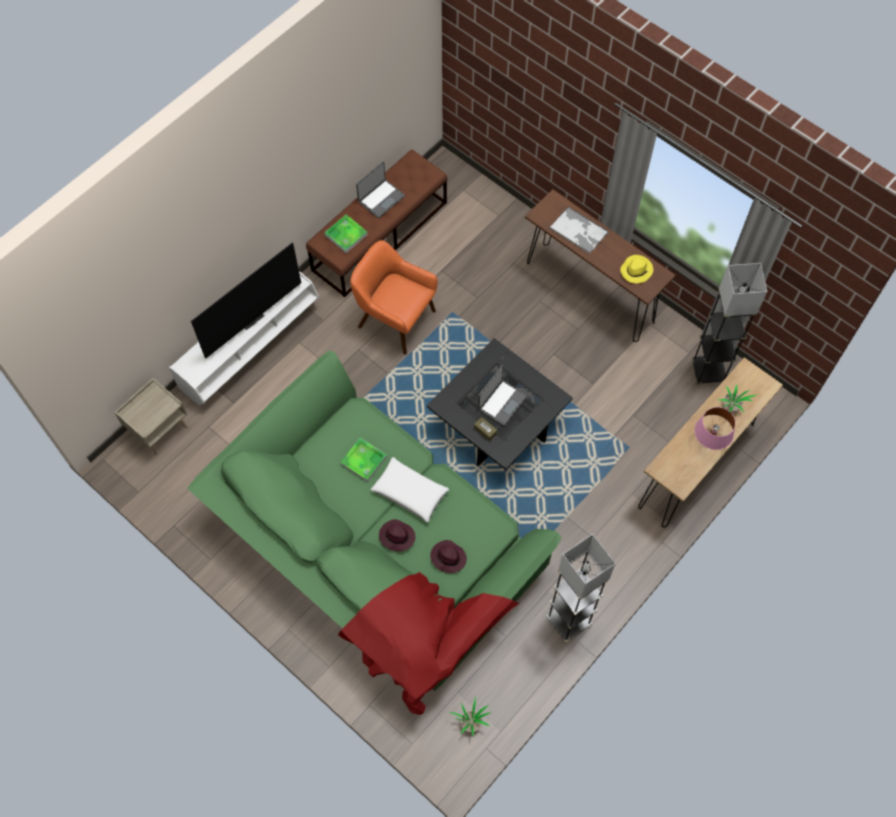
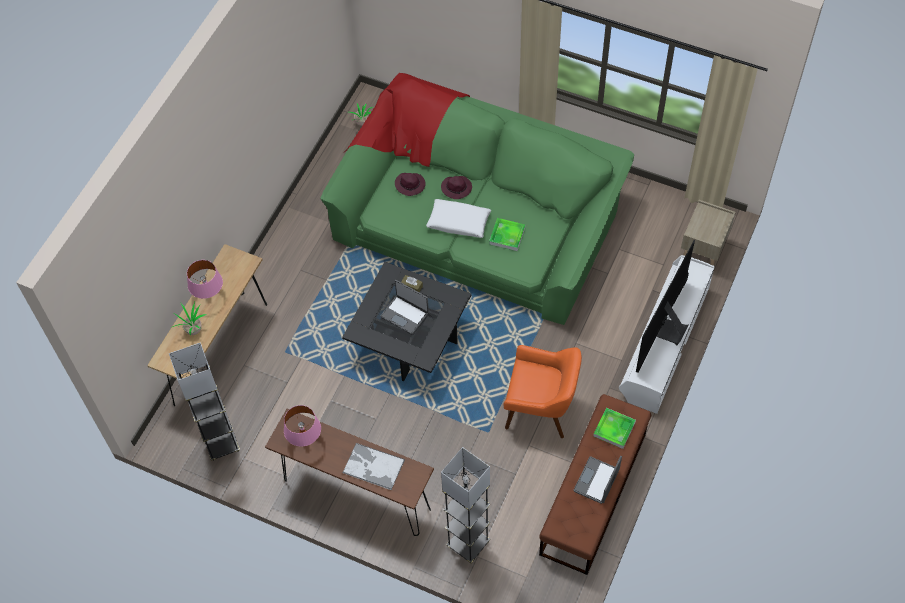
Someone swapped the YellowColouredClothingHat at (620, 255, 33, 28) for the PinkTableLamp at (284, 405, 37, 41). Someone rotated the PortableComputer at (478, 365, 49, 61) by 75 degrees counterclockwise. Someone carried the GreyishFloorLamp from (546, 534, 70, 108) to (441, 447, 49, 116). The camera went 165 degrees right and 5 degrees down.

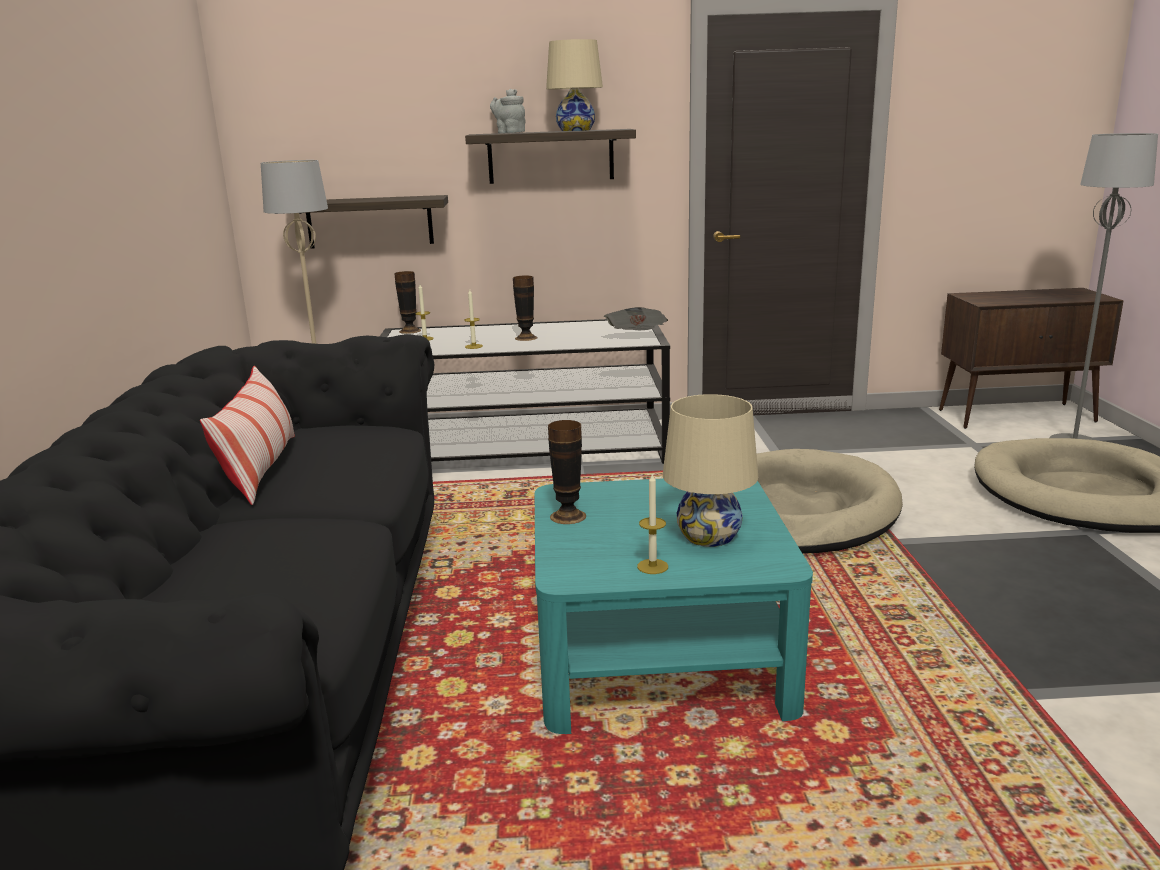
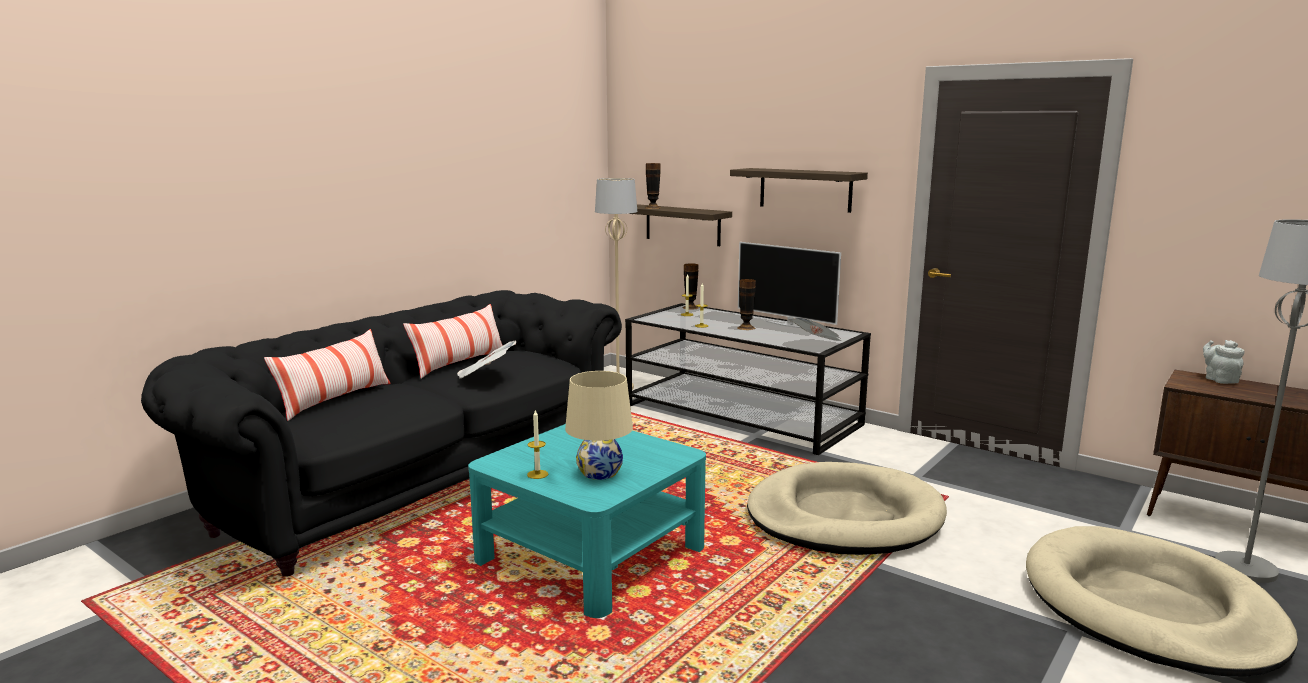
Someone took away the SandColouredTableLamp at (546, 39, 57, 92). Someone carried the GreyishTeapot from (490, 89, 36, 44) to (1203, 340, 41, 44). Someone carried the FlowerVase from (548, 420, 38, 104) to (646, 163, 15, 46). Someone put down the Television at (738, 242, 103, 86). Someone put down the ThrowPillow at (264, 329, 127, 92). Someone put down the DailyPaper at (457, 341, 59, 38). The camera went 40 degrees right and 5 degrees down.

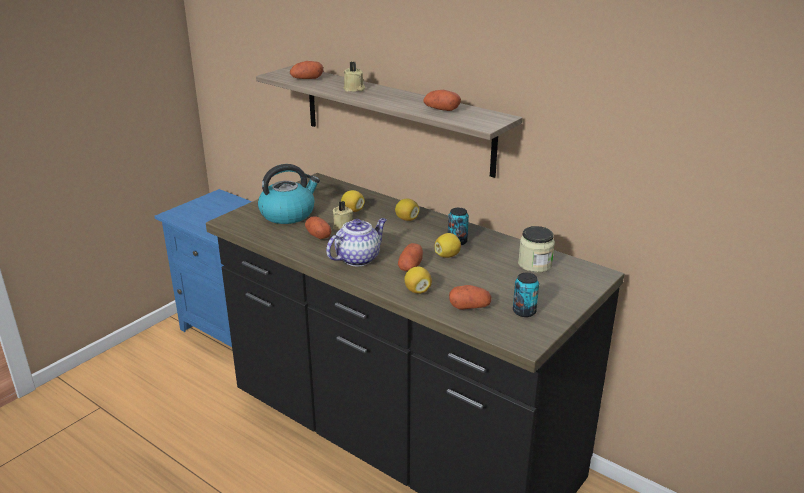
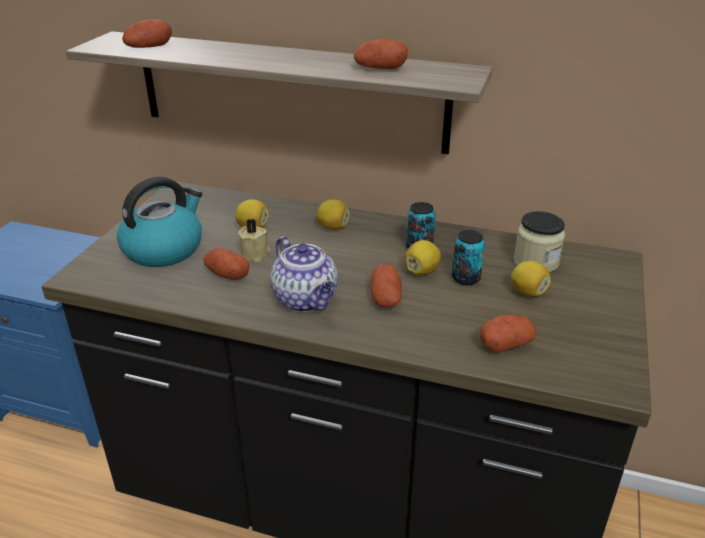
Someone took away the SandColouredWaxLight at (344, 62, 21, 29). Someone rotated the Teapot at (326, 218, 60, 48) by 120 degrees clockwise. Someone carried the Lemon from (404, 267, 28, 27) to (511, 261, 40, 36). Someone carried the Can from (513, 273, 26, 44) to (452, 230, 33, 55). The camera went 20 degrees left and 5 degrees up.

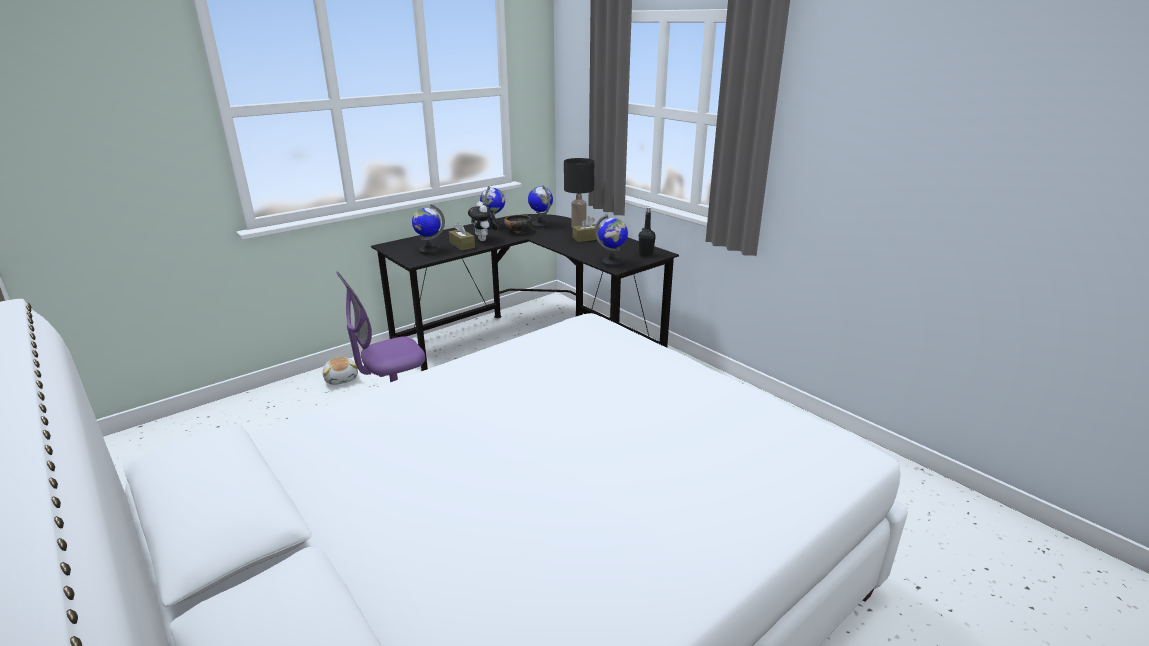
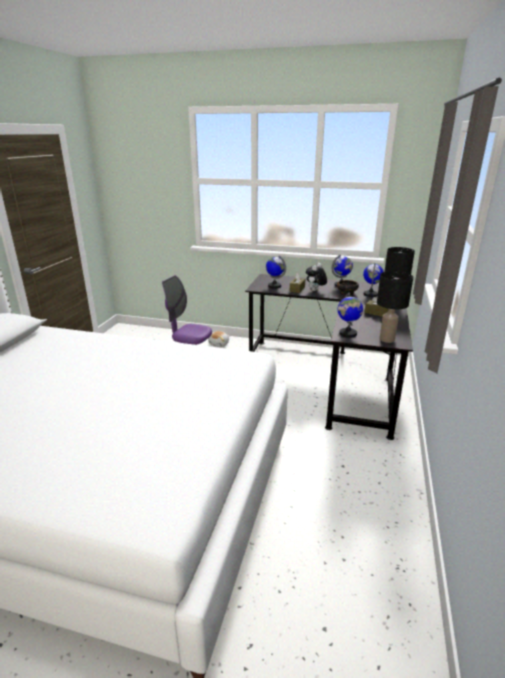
Someone swapped the BlackBottle at (639, 207, 17, 50) for the BlackTableLamp at (377, 271, 36, 72). The camera went 55 degrees right and 0 degrees up.

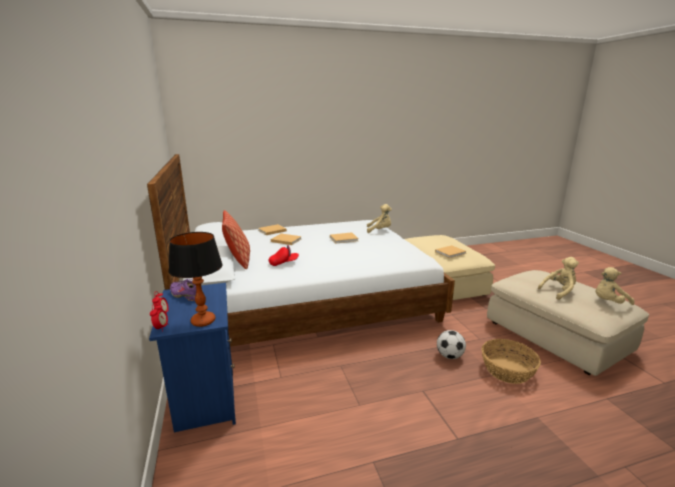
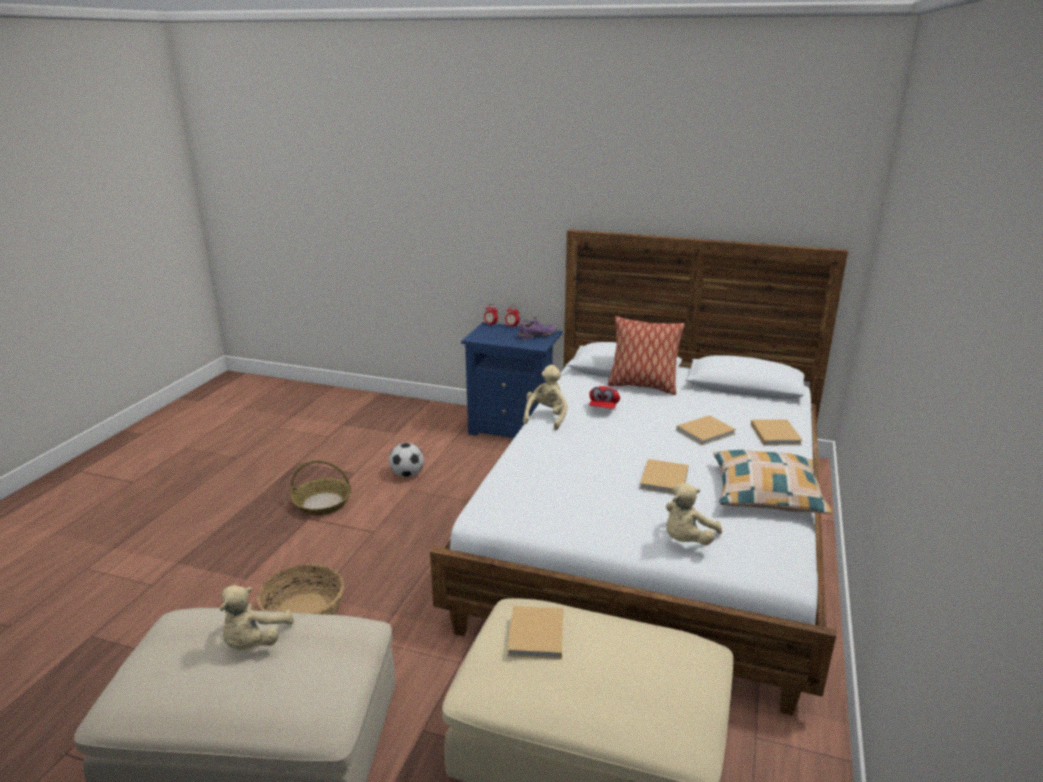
Someone took away the TableLamp at (168, 232, 55, 95). Someone carried the SandColouredPlushToy from (596, 267, 38, 38) to (523, 365, 45, 65). Someone carried the FootballBall from (437, 330, 29, 29) to (389, 443, 35, 34). Someone put down the ThrowPillow at (713, 450, 119, 64). Someone put down the Basket at (291, 460, 60, 55). The camera went 125 degrees right and 5 degrees up.

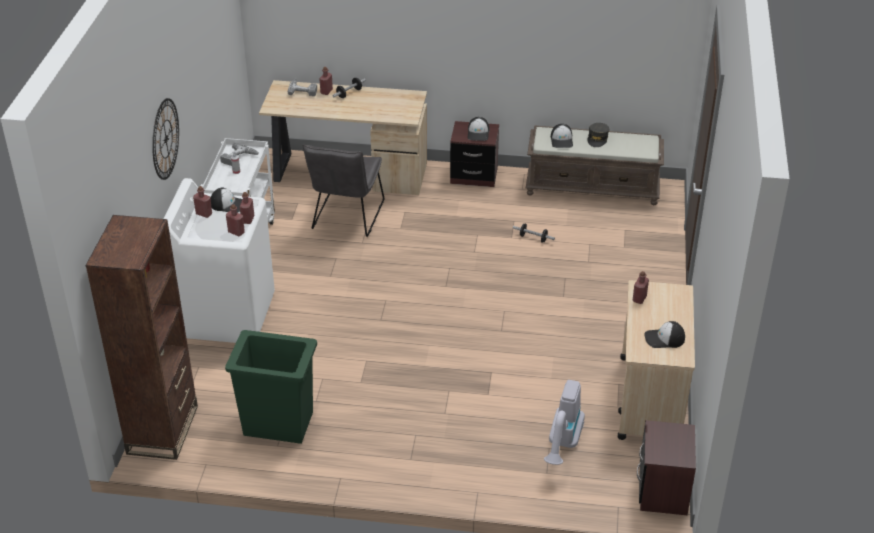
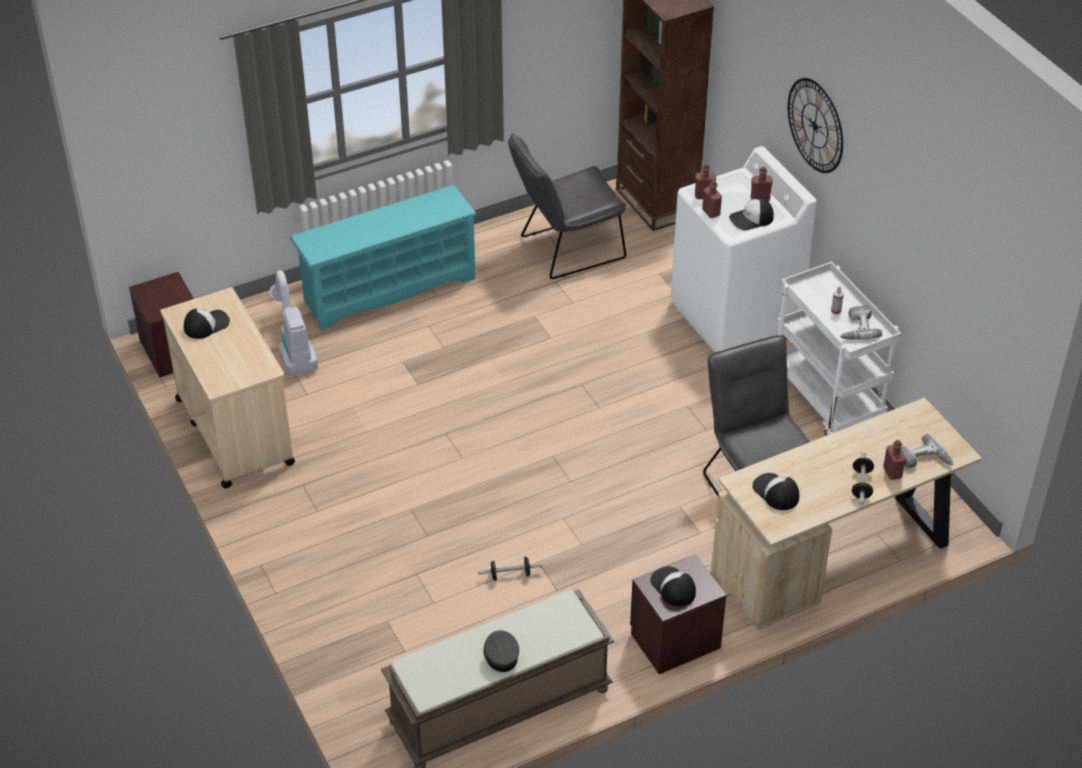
Someone carried the BaseballCap from (551, 124, 22, 24) to (752, 473, 47, 37). Someone took away the RedBottle at (632, 271, 17, 33). Someone swapped the GreenColouredRubbishBin at (225, 330, 92, 114) for the GreyishUprightChair at (508, 133, 118, 146). Someone put down the BlueGreenShoeRack at (290, 185, 187, 146). The camera went 145 degrees right and 5 degrees up.

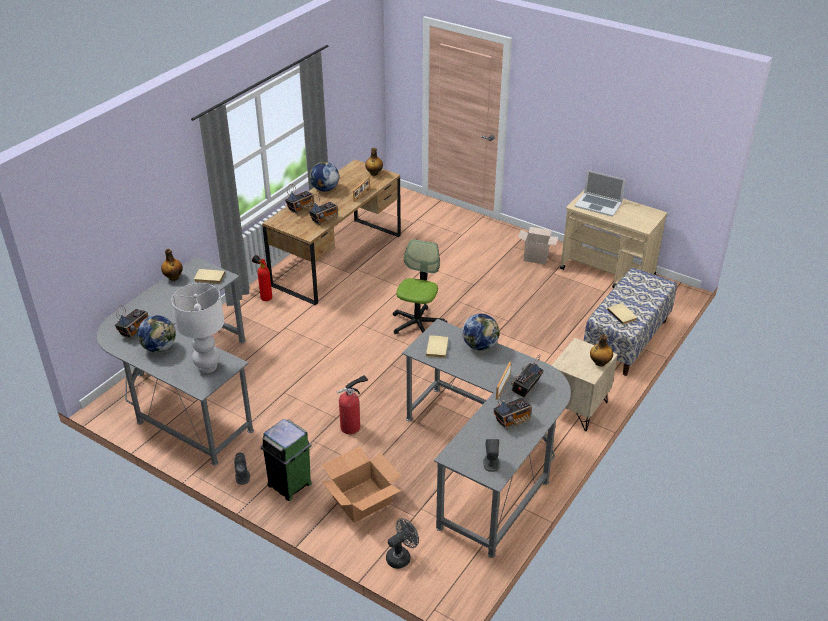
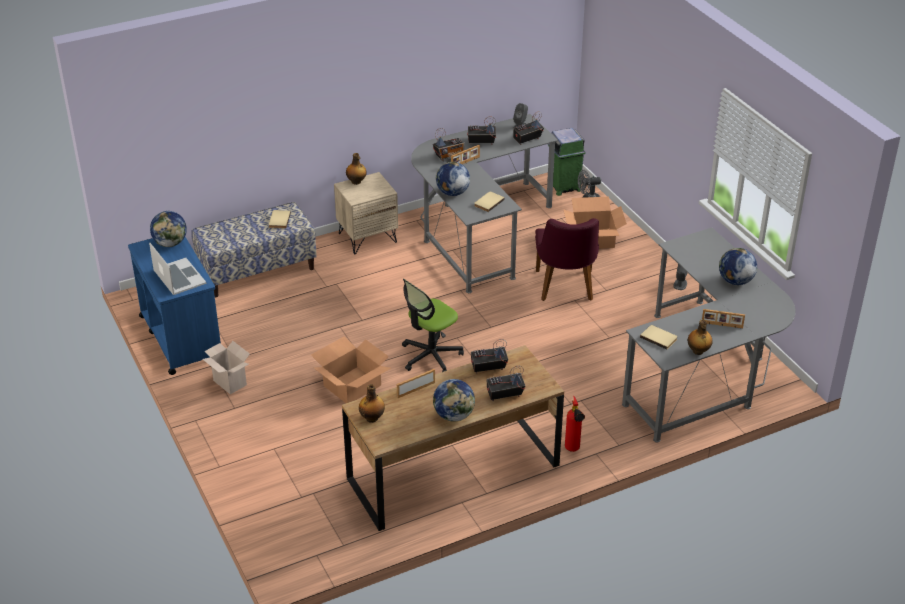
Someone repainted the SandColouredTrolley at (560, 190, 107, 98), which became the BlueColouredTrolley at (128, 237, 93, 138). Someone took away the WhiteColouredTableLamp at (171, 283, 53, 90). Someone carried the RadioSet from (115, 305, 33, 34) to (513, 111, 31, 34). Someone swapped the FireFightingCylinder at (337, 375, 31, 59) for the PurpleUprightChair at (535, 218, 64, 83). Someone carried the GreenColouredRubbishBin from (261, 419, 51, 82) to (548, 128, 37, 68). Someone put down the DeskGlobe at (150, 211, 37, 36). Someone put down the PictureFrame at (702, 309, 43, 19). Someone put down the PackingBox at (311, 336, 80, 67). The camera went 150 degrees left and 0 degrees up.

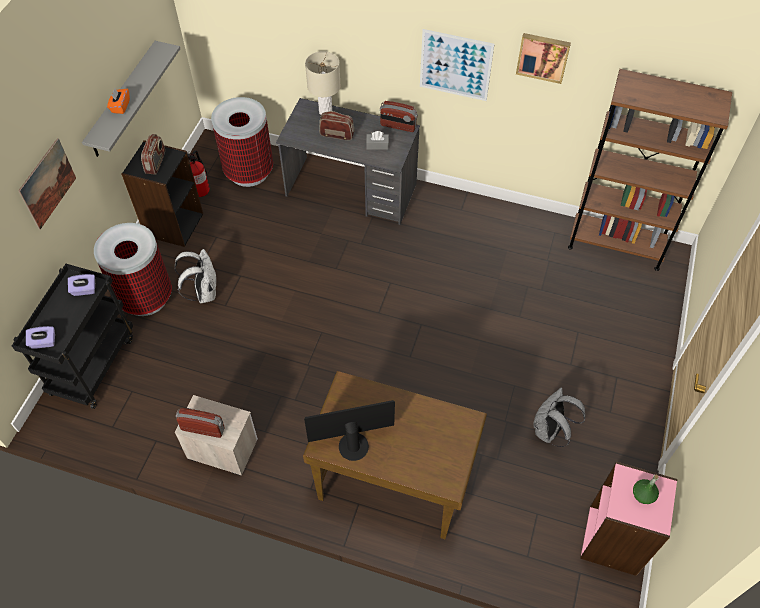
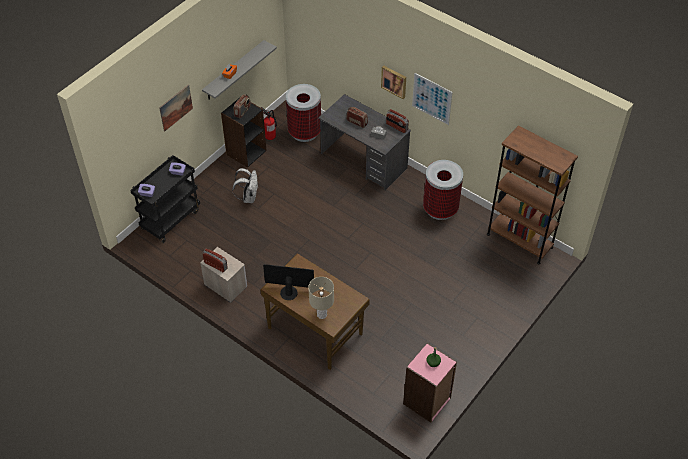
Someone carried the WallPicture from (516, 33, 55, 51) to (381, 66, 25, 33). Someone carried the SandColouredTableLamp from (305, 51, 36, 64) to (308, 277, 26, 42). Someone carried the RubbishBin from (94, 223, 78, 93) to (423, 160, 40, 60). Someone took away the GreyishRucksack at (534, 388, 51, 59). The camera went 20 degrees right and 5 degrees down.

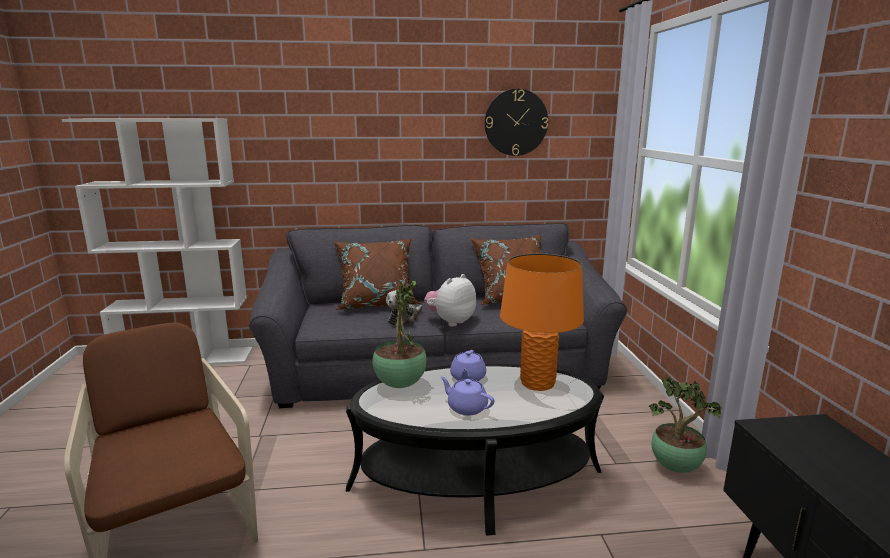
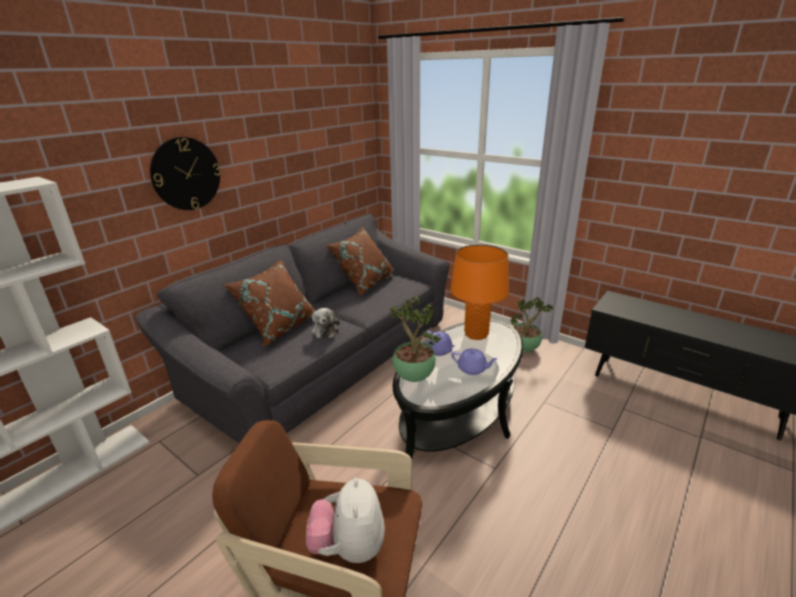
Someone carried the HangingClock from (484, 89, 64, 67) to (150, 137, 71, 73). Someone carried the PlushToy from (424, 274, 52, 53) to (306, 477, 79, 86). Someone rotated the PurpleTeapot at (440, 376, 54, 39) by 150 degrees counterclockwise. The camera went 45 degrees left and 10 degrees up.

